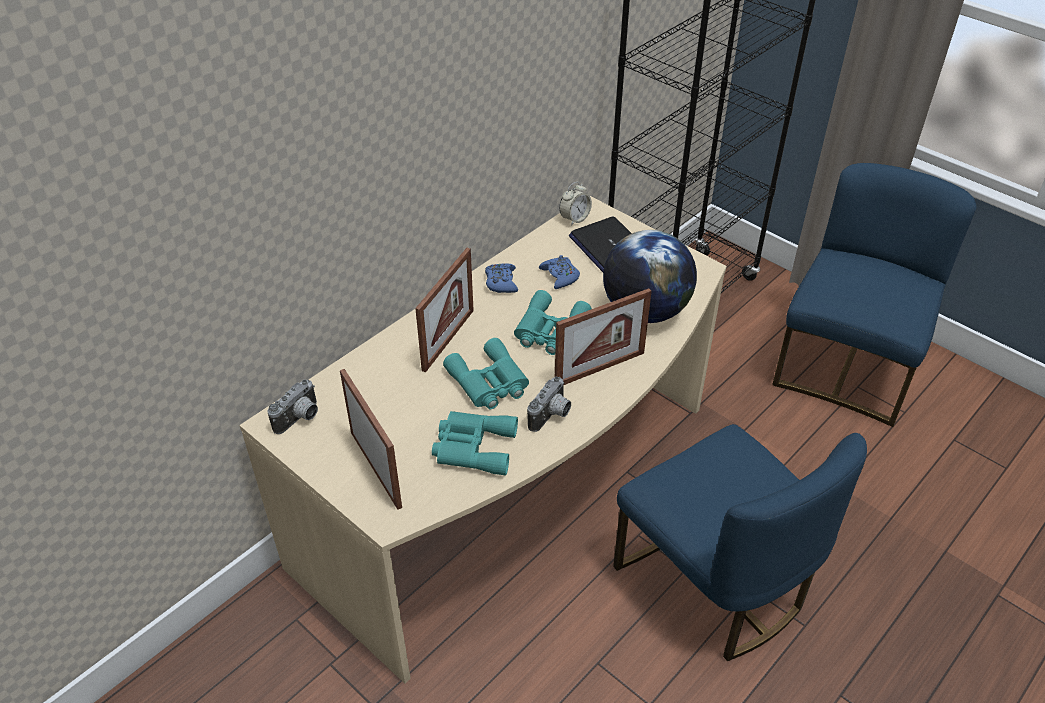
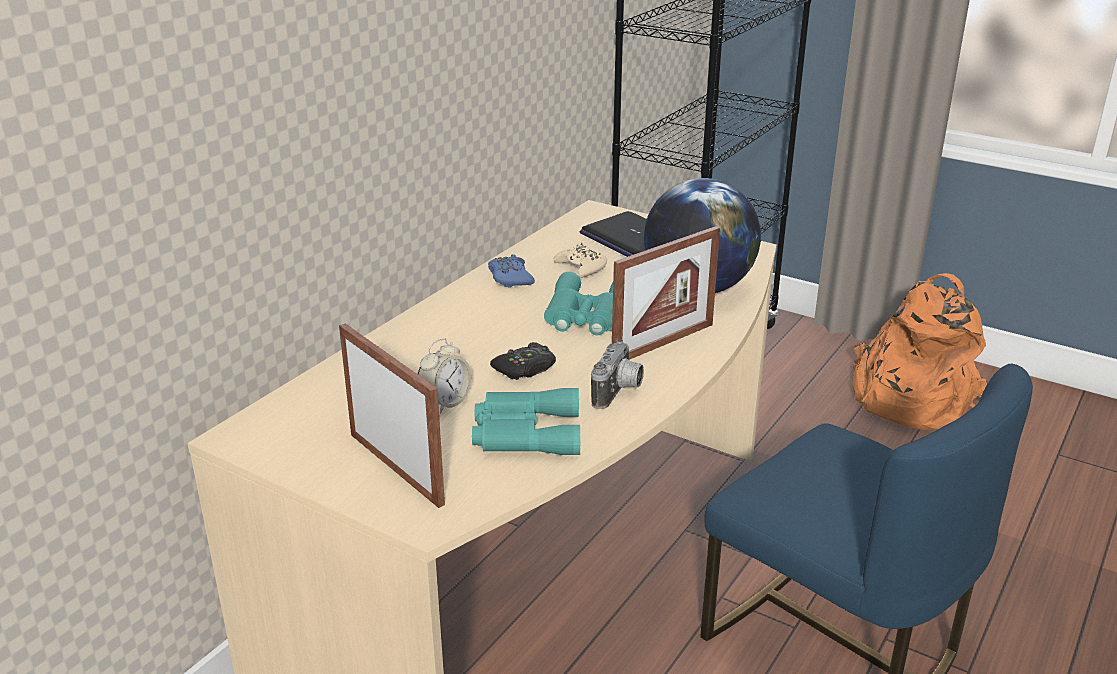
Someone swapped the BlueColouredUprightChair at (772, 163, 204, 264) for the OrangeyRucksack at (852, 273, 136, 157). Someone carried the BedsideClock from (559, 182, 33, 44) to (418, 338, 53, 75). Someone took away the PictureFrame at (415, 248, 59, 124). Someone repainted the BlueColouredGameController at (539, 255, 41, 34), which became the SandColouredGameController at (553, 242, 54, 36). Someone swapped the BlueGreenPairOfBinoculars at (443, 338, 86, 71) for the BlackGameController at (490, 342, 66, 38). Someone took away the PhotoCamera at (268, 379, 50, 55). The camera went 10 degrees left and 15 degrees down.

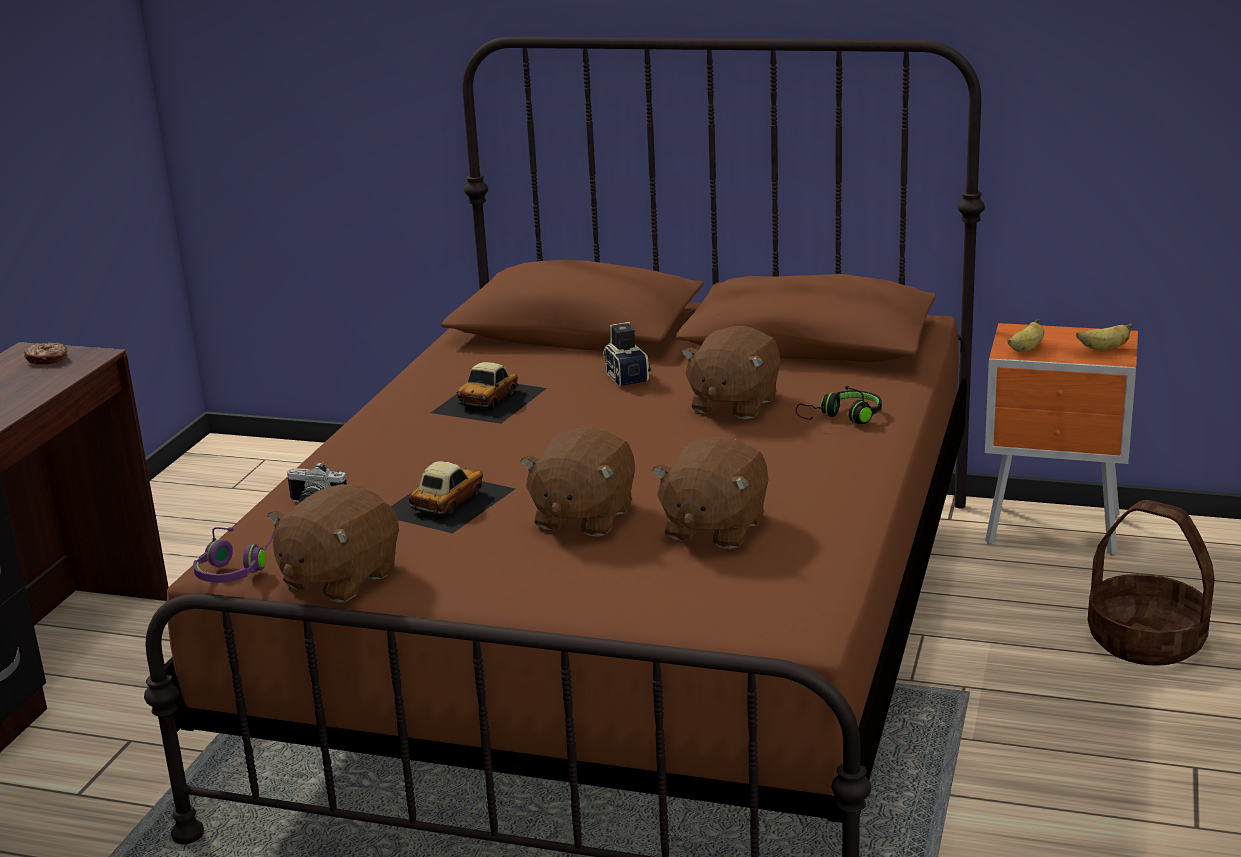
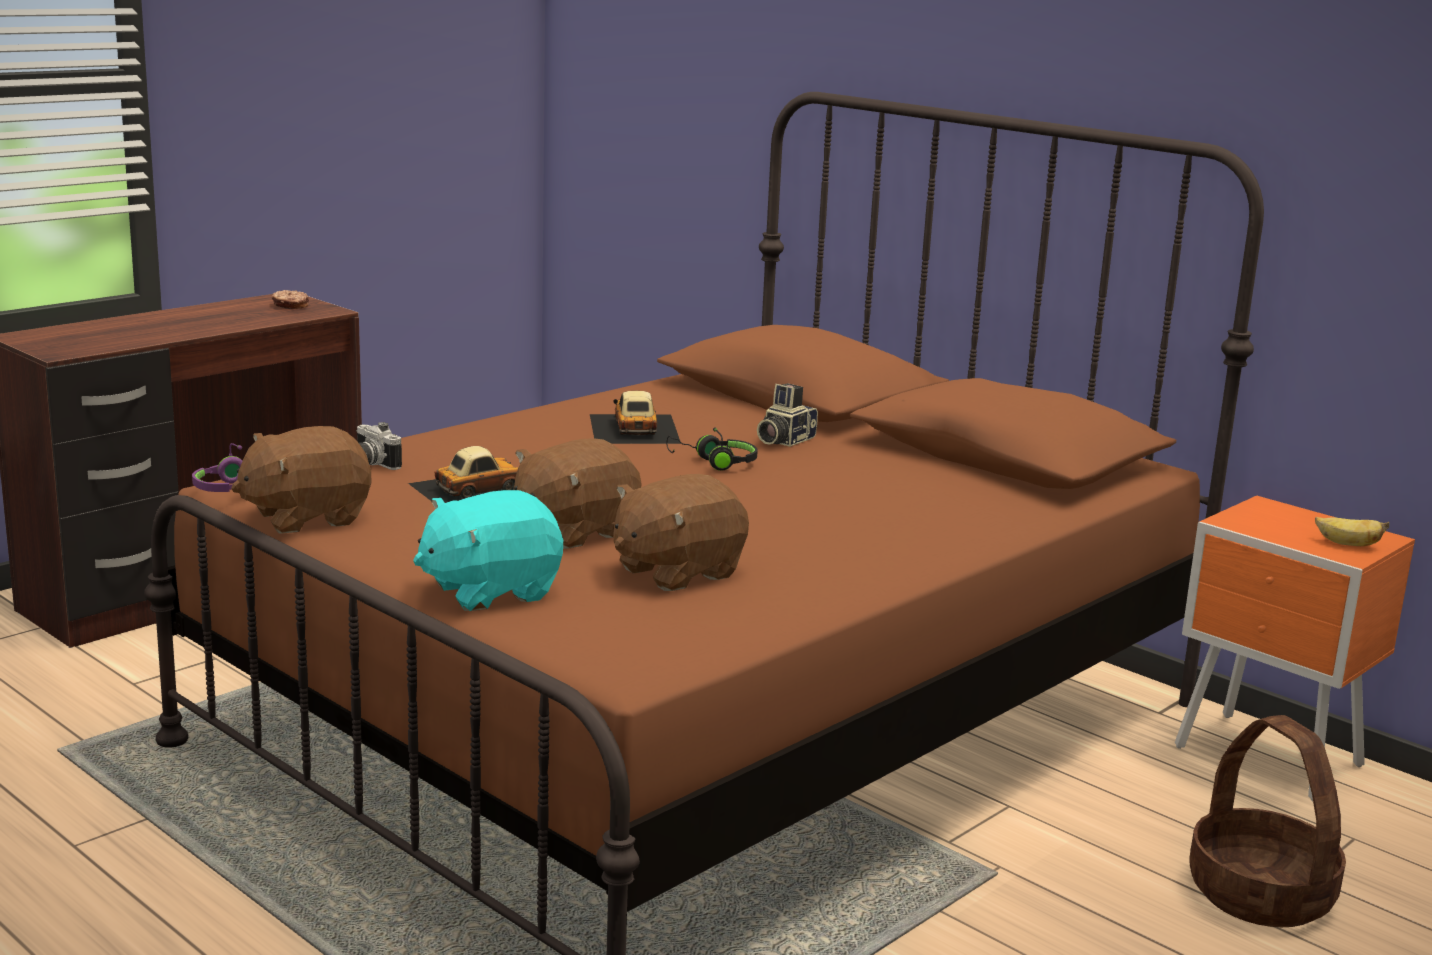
Someone took away the WholeBanana at (1007, 319, 38, 33). Someone rotated the PhotoCamera at (603, 322, 48, 64) by 150 degrees counterclockwise. Someone took away the BrownPlushToy at (681, 326, 99, 93). Someone rotated the MiniatureCar at (431, 362, 116, 62) by 120 degrees clockwise. Someone carried the BlackHeadset from (796, 386, 86, 39) to (666, 427, 92, 44). Someone put down the BlueGreenPlushToy at (413, 490, 150, 121). The camera went 25 degrees right and 5 degrees down.

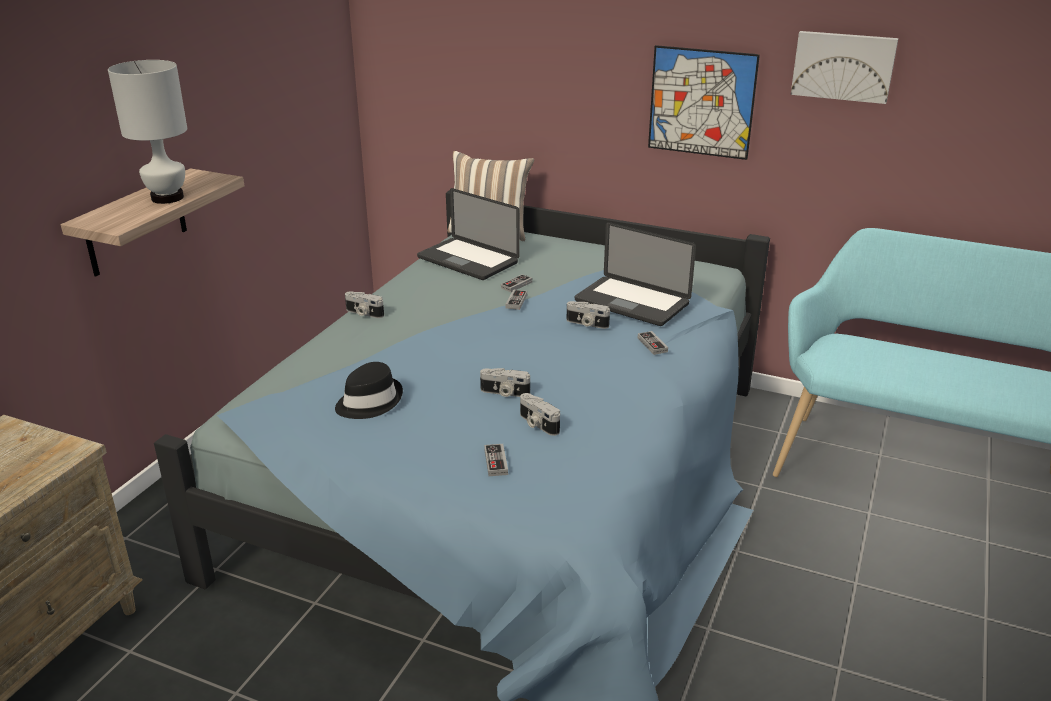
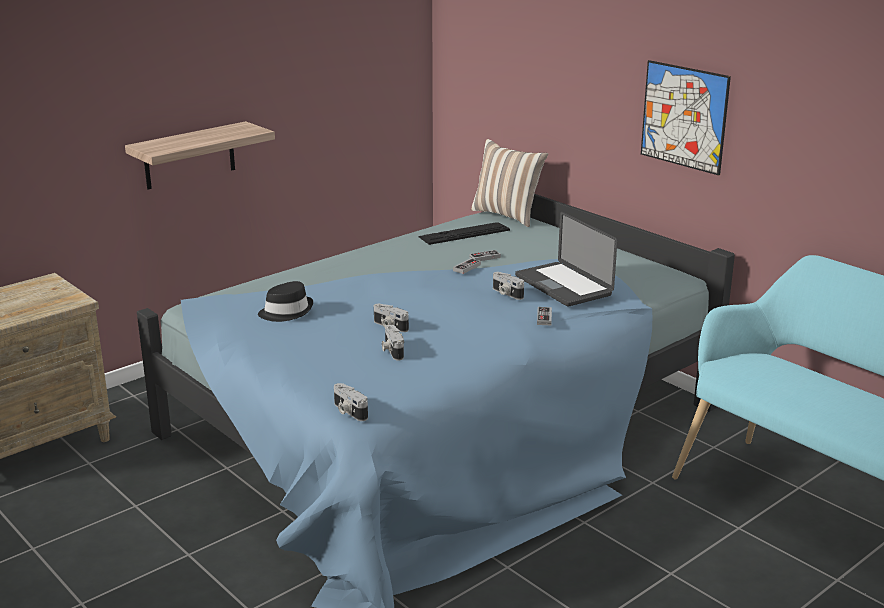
Someone took away the WallPicture at (791, 31, 107, 73). Someone took away the WhiteColouredTableLamp at (108, 60, 79, 144). Someone swapped the PortableComputer at (417, 188, 103, 92) for the PcKeyboard at (418, 222, 92, 23). Someone carried the PhotoCamera from (345, 291, 39, 27) to (334, 383, 34, 38). Someone took away the GameController at (484, 444, 24, 32). The camera went 25 degrees right and 5 degrees down.

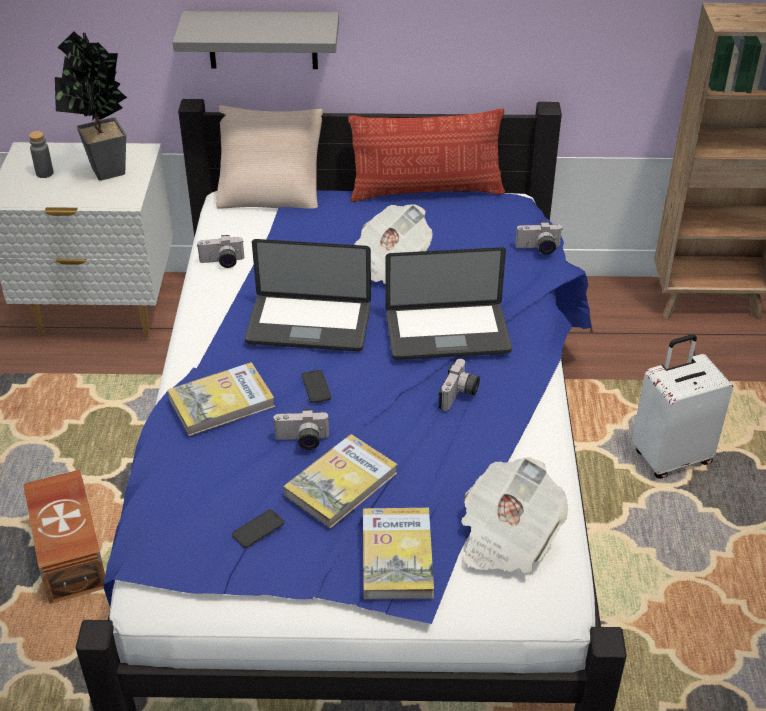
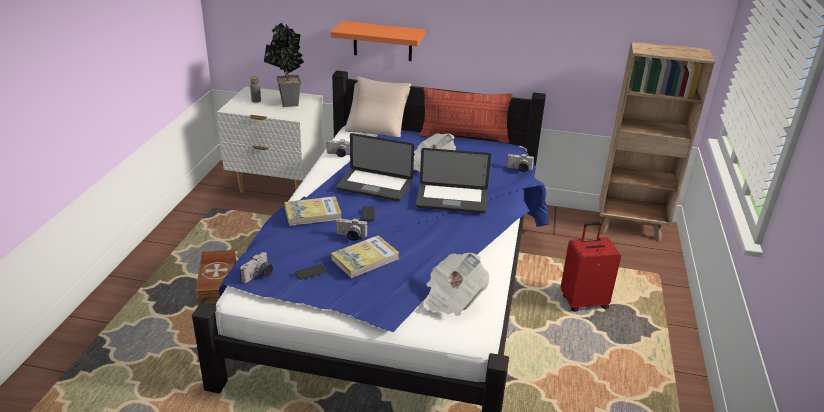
Someone repainted the GreyishWallShelf at (173, 11, 166, 58), which became the OrangeyWallShelf at (331, 21, 94, 40). Someone repainted the WhiteColouredPieceOfLuggage at (632, 335, 101, 144), which became the RedPieceOfLuggage at (560, 222, 61, 90). Someone carried the PhotoCamera from (439, 359, 41, 52) to (239, 252, 34, 31). Someone took away the Volume at (363, 508, 71, 91). The camera went 10 degrees right and 10 degrees down.

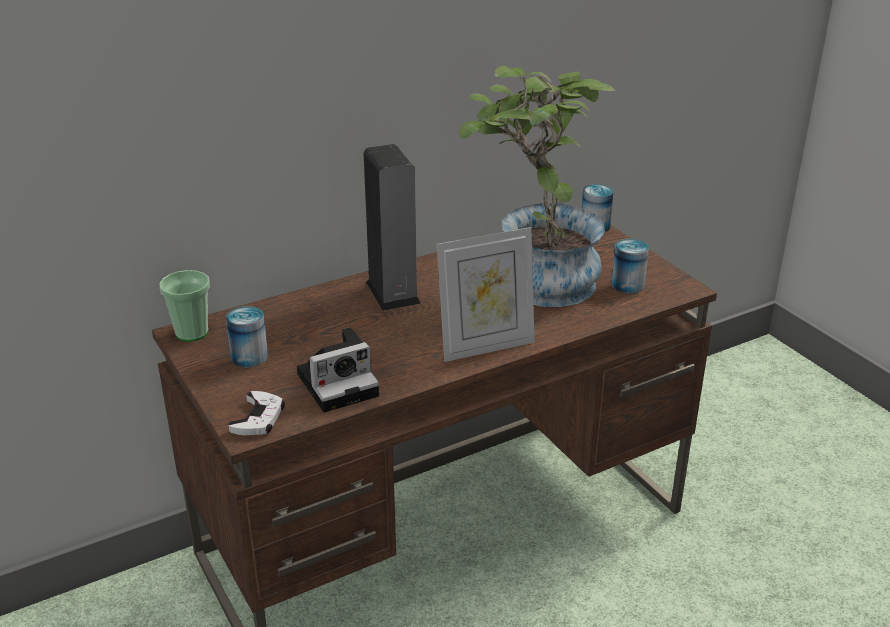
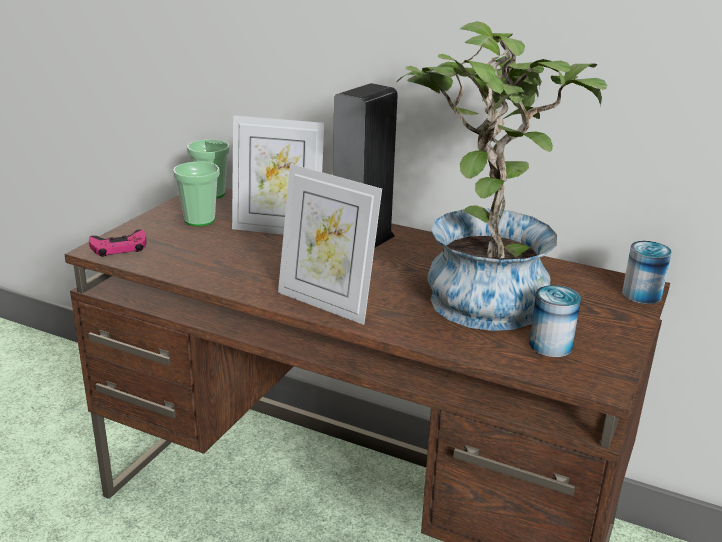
Someone swapped the Can at (226, 306, 42, 62) for the DrinkingCup at (173, 162, 47, 64). Someone took away the PhotoCamera at (297, 327, 82, 86). Someone repainted the WhiteColouredGameController at (228, 391, 57, 44), which became the PinkGameController at (89, 229, 58, 28). Someone put down the PictureFrame at (232, 115, 92, 119). The camera went 55 degrees right and 5 degrees down.

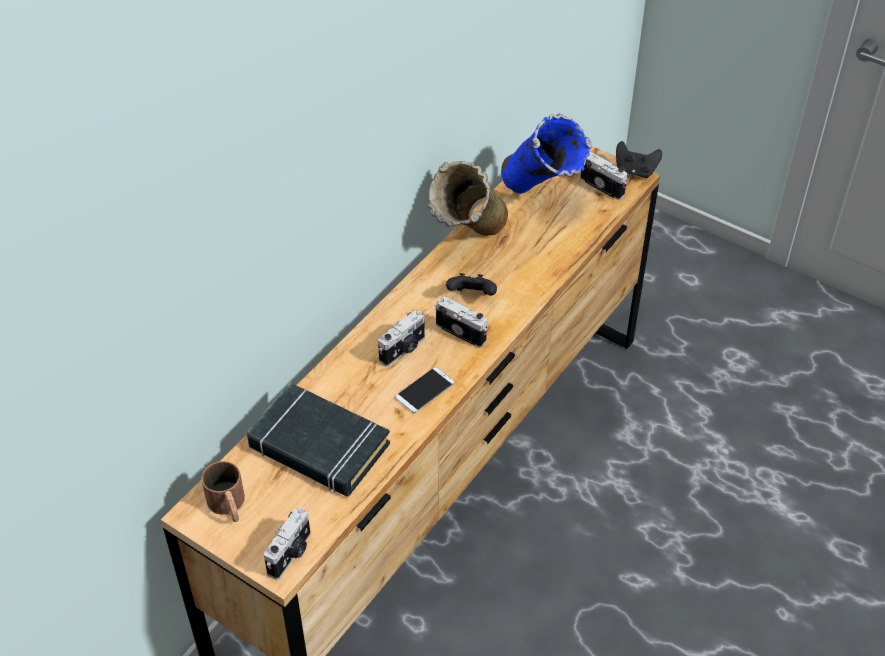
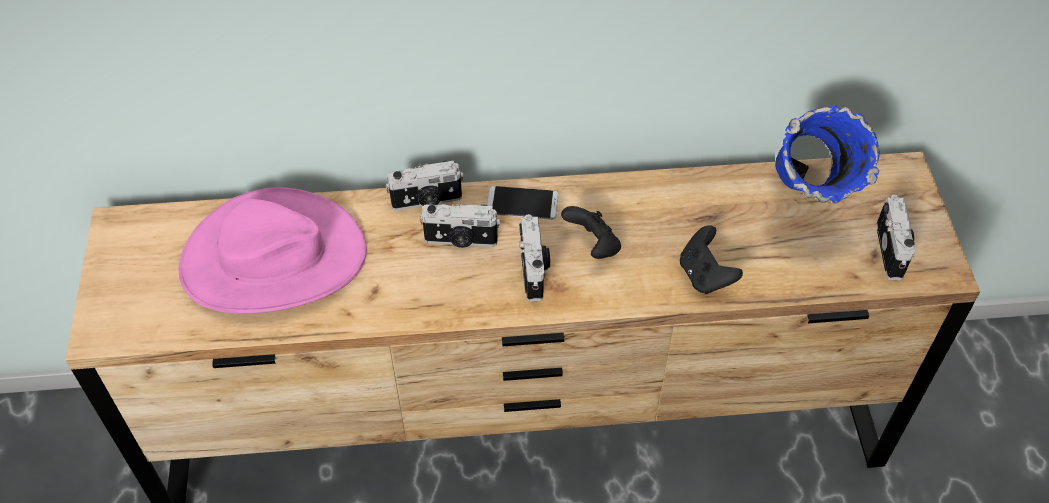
Someone carried the BlackGameController from (616, 141, 46, 37) to (680, 225, 63, 69). Someone took away the SandColouredFlowerVase at (428, 161, 80, 75). Someone carried the Telephone from (396, 367, 58, 46) to (487, 186, 72, 33). Someone swapped the BlackVolume at (247, 383, 143, 114) for the PinkClothingHat at (178, 187, 189, 127). Someone took away the BrownMug at (202, 461, 43, 61). Someone carried the PhotoCamera from (264, 507, 47, 73) to (386, 161, 78, 50). The camera went 50 degrees right and 5 degrees up.

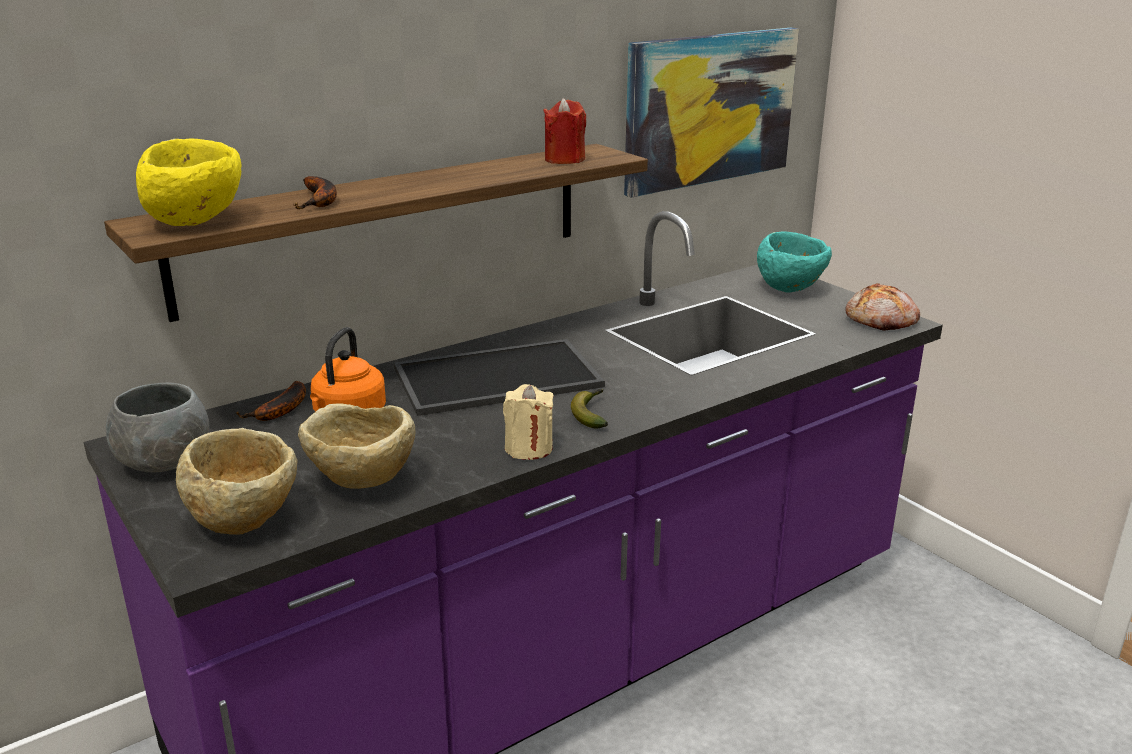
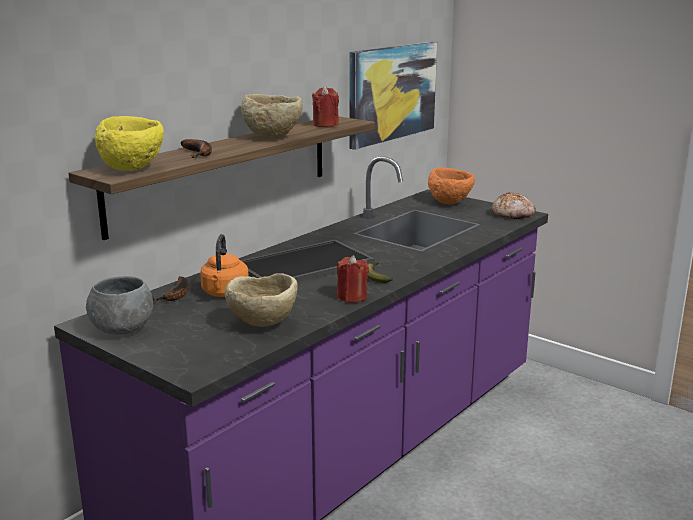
Someone repainted the BlueGreenBowl at (757, 231, 75, 62), which became the OrangeyBowl at (428, 168, 47, 37). Someone repainted the SandColouredWaxLight at (503, 384, 51, 76), which became the RedWaxLight at (337, 255, 32, 48). Someone carried the SandColouredBowl from (176, 428, 122, 107) to (241, 94, 62, 44). The camera went 15 degrees left and 5 degrees down.

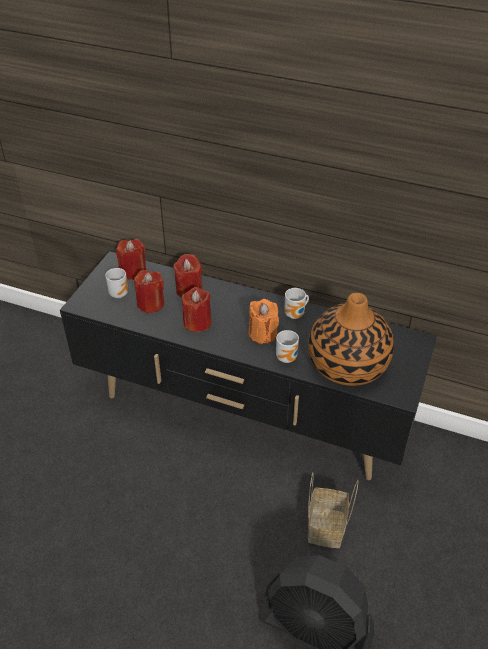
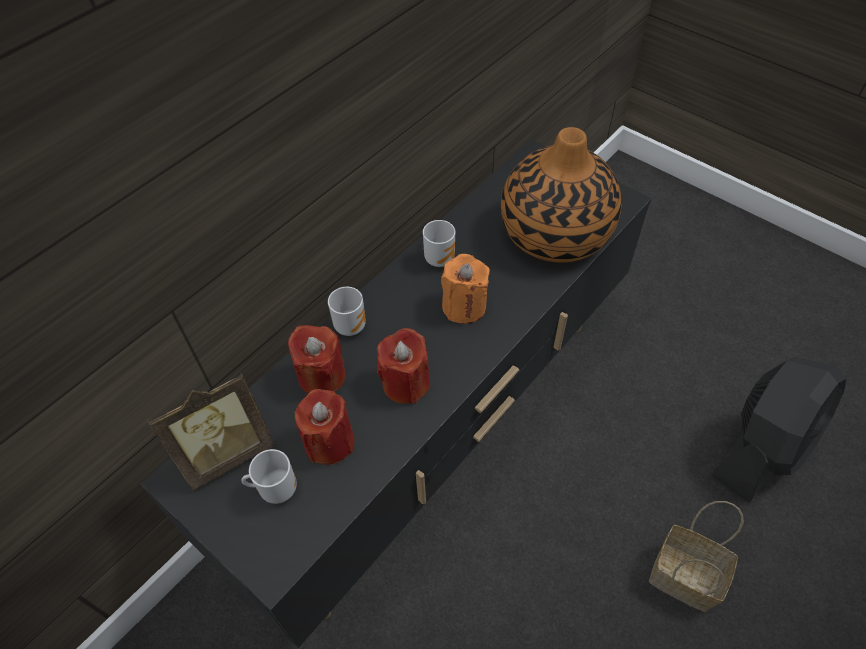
Someone swapped the RedWaxLight at (116, 239, 30, 41) for the PictureFrame at (147, 372, 128, 118). Someone carried the Mug from (276, 330, 23, 33) to (328, 287, 38, 49). Someone carried the Basket from (308, 472, 50, 76) to (649, 501, 95, 111). The camera went 70 degrees left and 10 degrees up.

